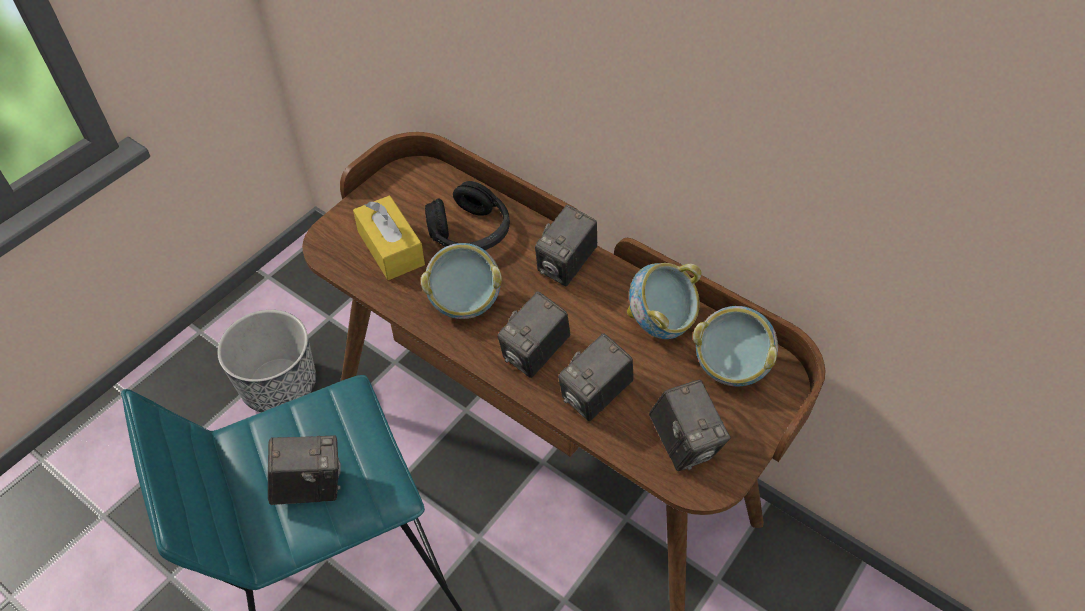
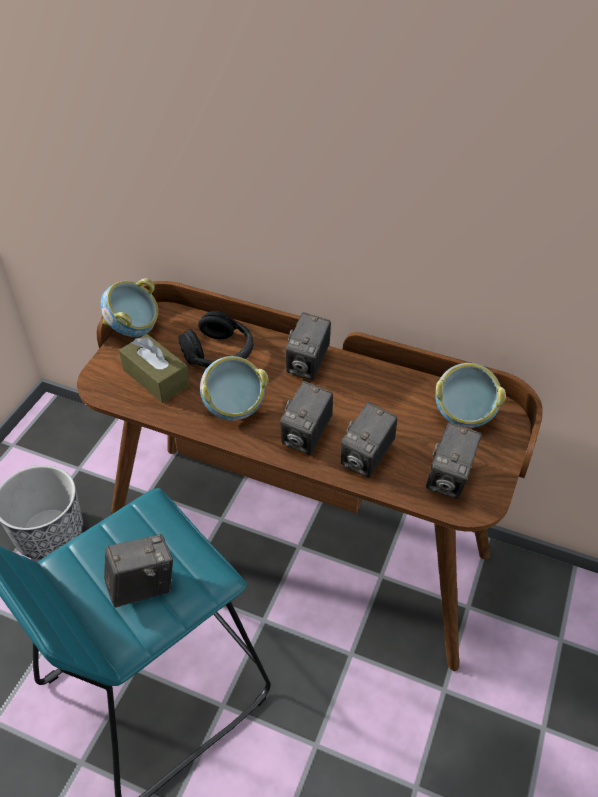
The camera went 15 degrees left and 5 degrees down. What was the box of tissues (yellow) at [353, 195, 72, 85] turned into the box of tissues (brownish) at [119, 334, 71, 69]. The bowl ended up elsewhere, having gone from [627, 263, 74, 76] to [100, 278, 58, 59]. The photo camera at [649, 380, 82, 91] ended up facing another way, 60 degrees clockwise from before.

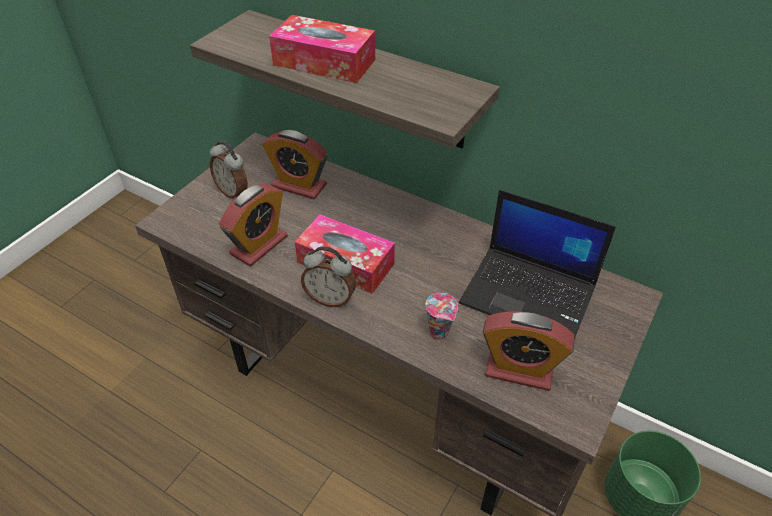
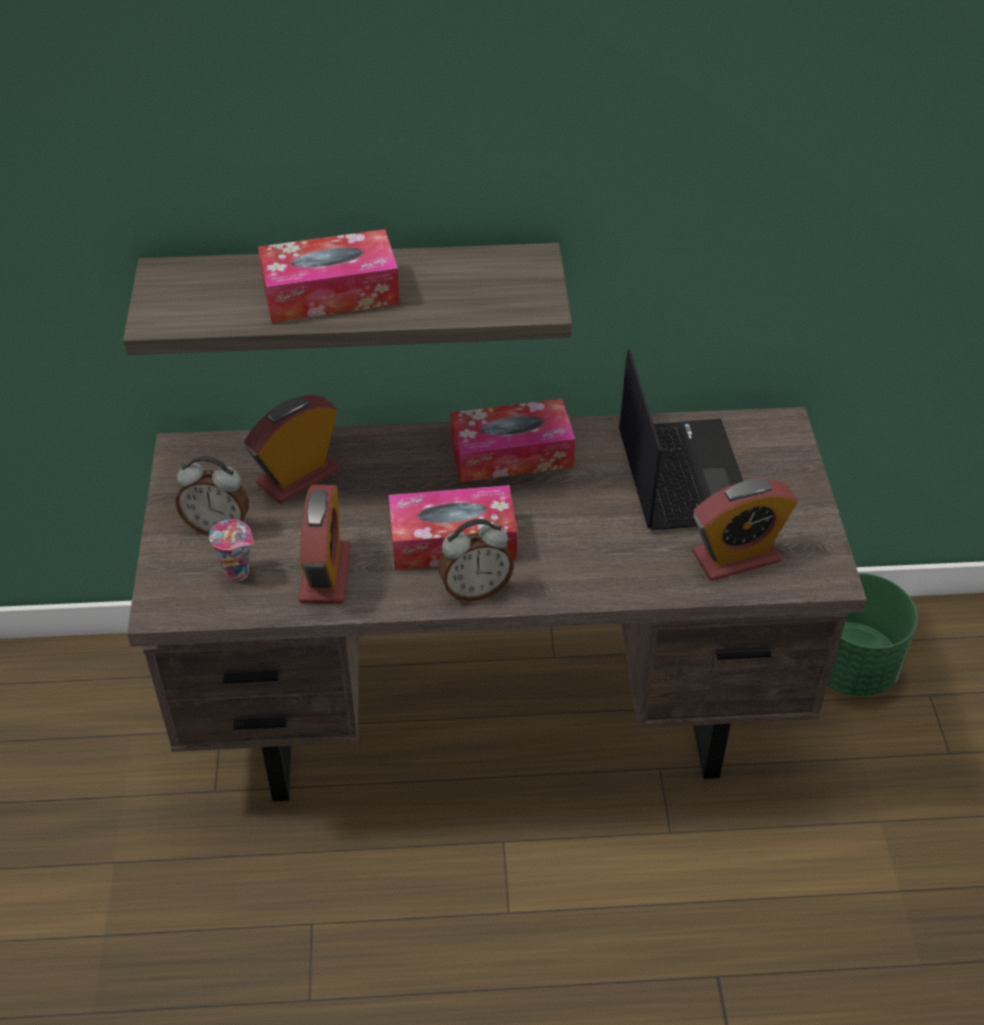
The camera went 35 degrees left and 0 degrees up. The table clock at [262, 130, 66, 69] ended up facing another way, 150 degrees clockwise from before. The laptop at [459, 190, 157, 150] ended up facing another way, 90 degrees counterclockwise from before. The drinking cup ended up elsewhere, having gone from [426, 293, 32, 47] to [209, 519, 45, 63]. The second view gained the box of tissues at [450, 399, 125, 83].

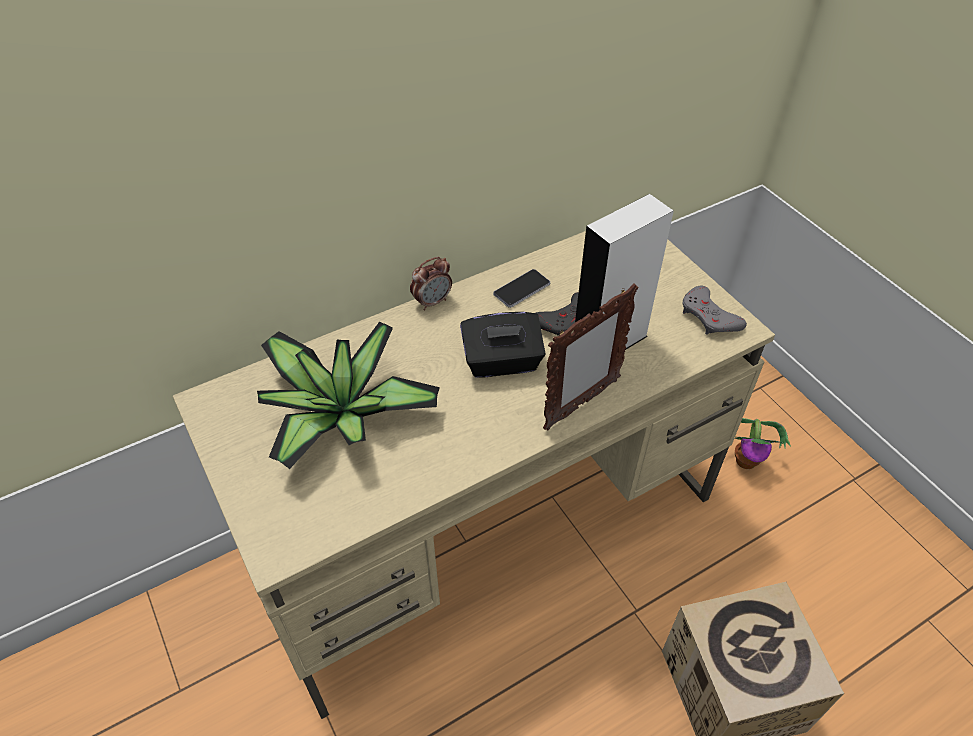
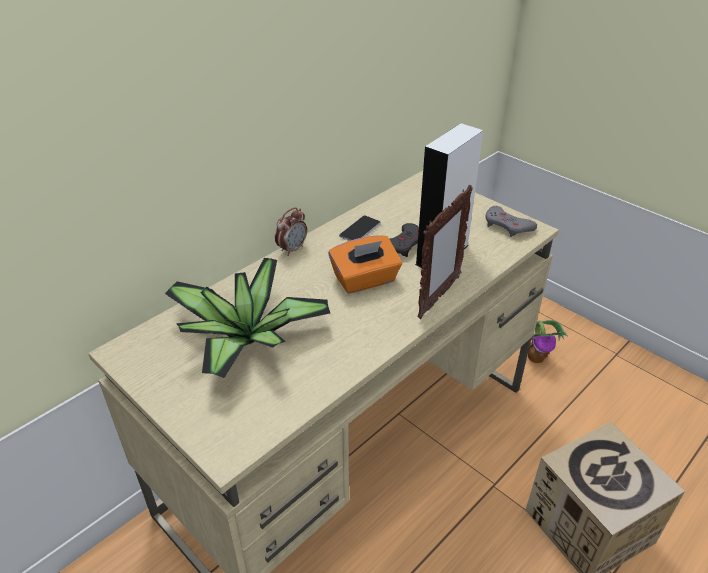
The camera went 15 degrees left and 10 degrees down. What was the box of tissues (blackish) at [460, 312, 86, 66] turned into the box of tissues (orange) at [329, 235, 73, 59].

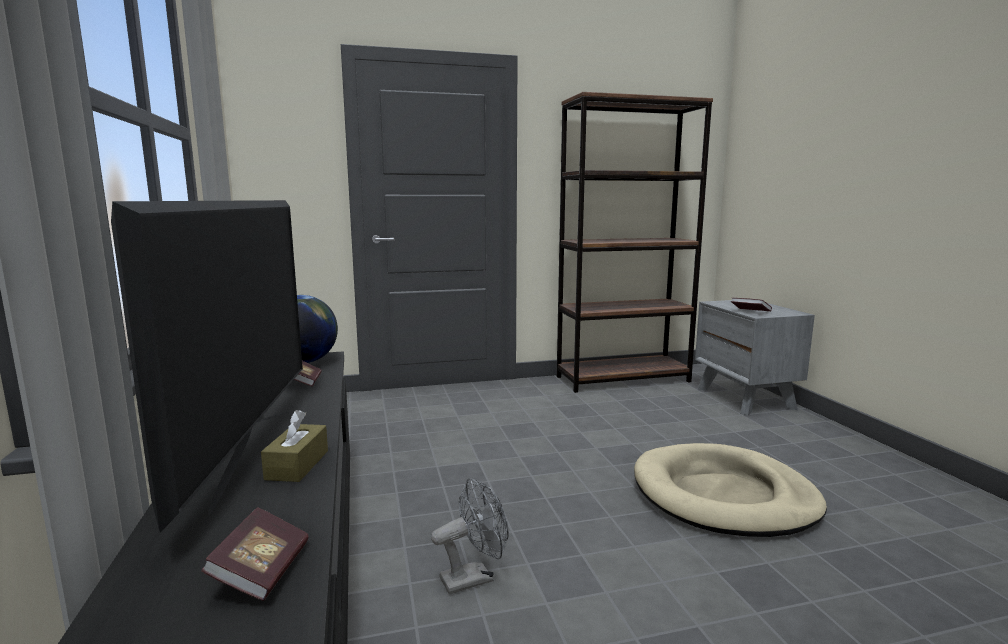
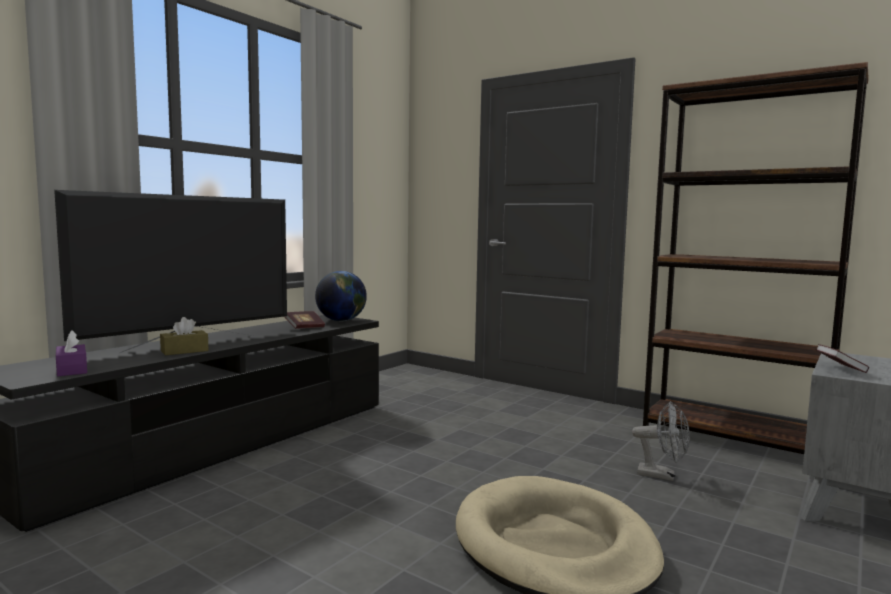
The camera went 50 degrees right and 5 degrees down. The cooling fan (gray) ended up elsewhere, having gone from [431, 478, 78, 116] to [632, 401, 58, 80]. Where the bound book stood at [201, 507, 108, 94], the box of tissues (purple) came to stand at [56, 330, 31, 46].

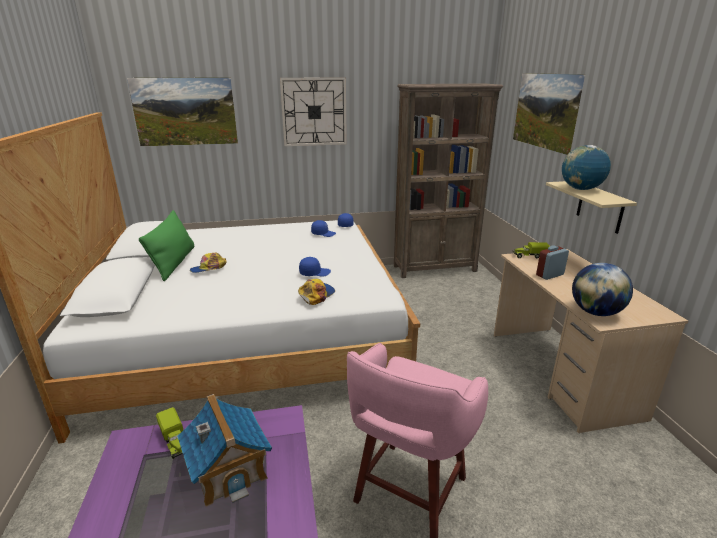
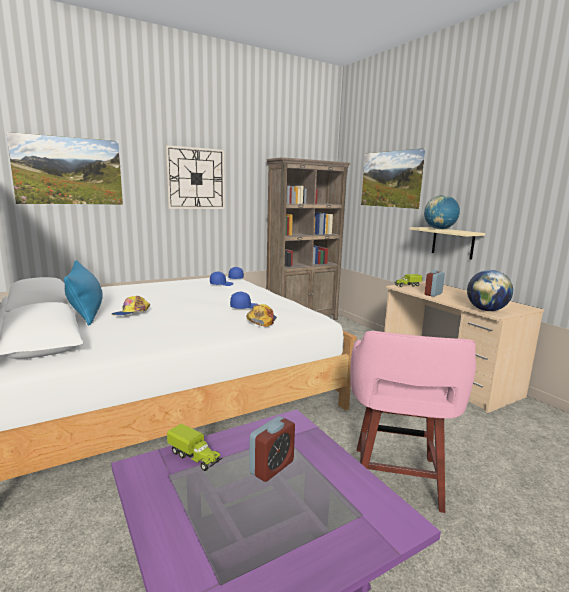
The camera went 20 degrees left and 10 degrees down. What was the throw pillow (green) at [139, 210, 55, 71] turned into the throw pillow (blue-coloured) at [64, 260, 39, 65]. Where the model house stood at [177, 394, 95, 113], the table clock came to stand at [249, 416, 46, 66].

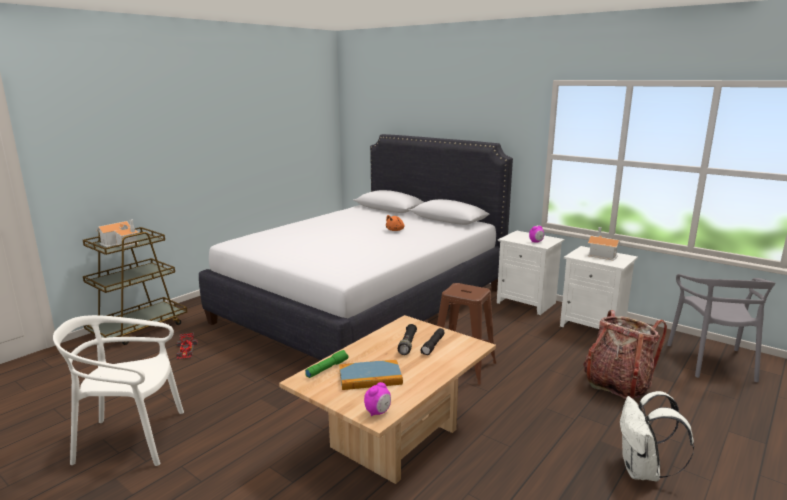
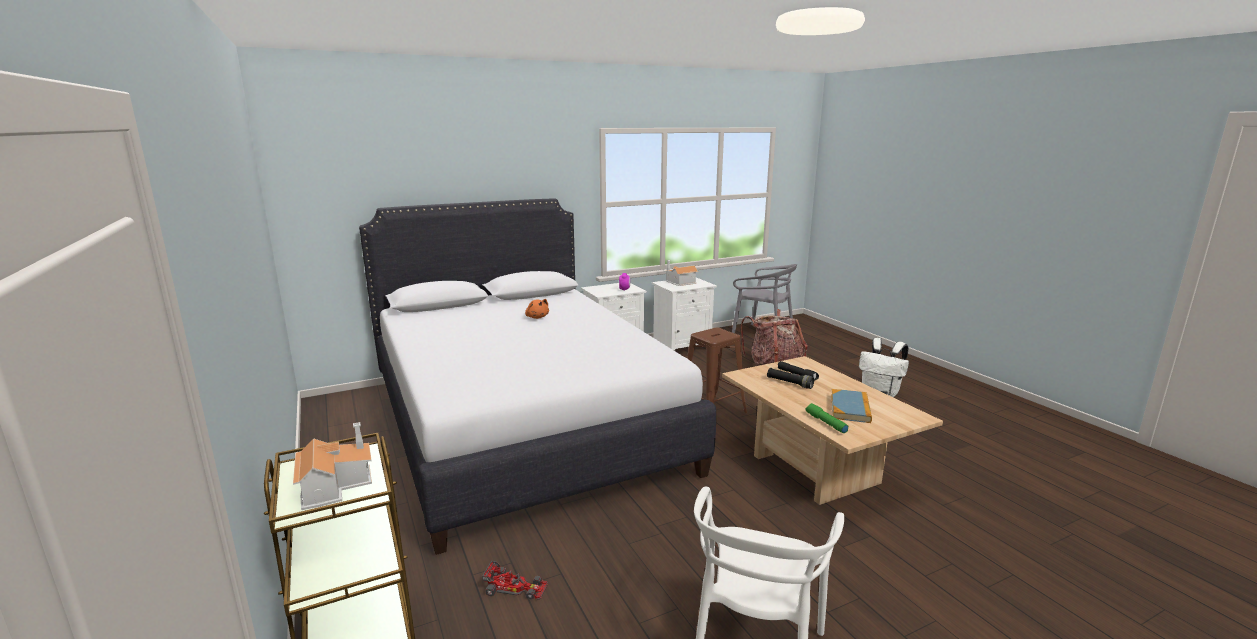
The camera went 65 degrees left and 0 degrees up. The second view lost the table clock at [364, 382, 27, 35].

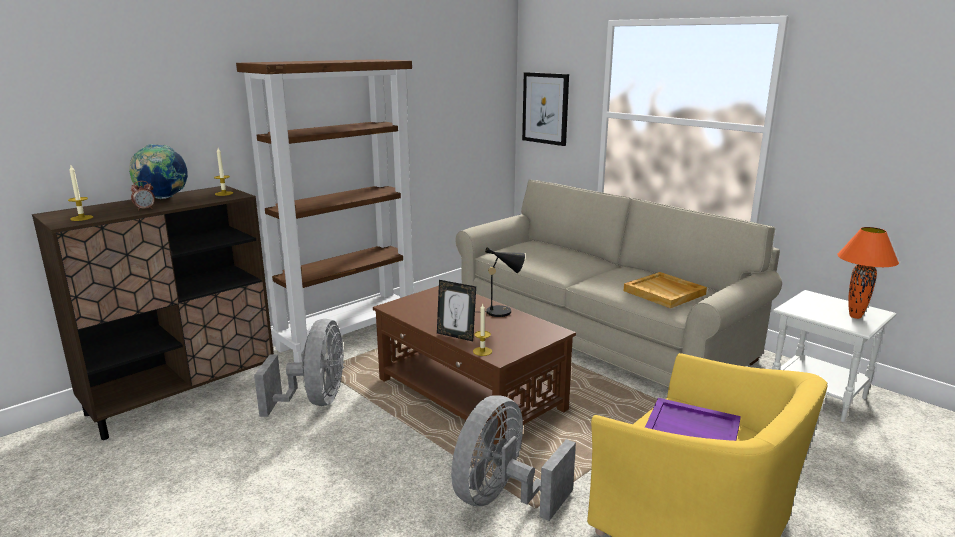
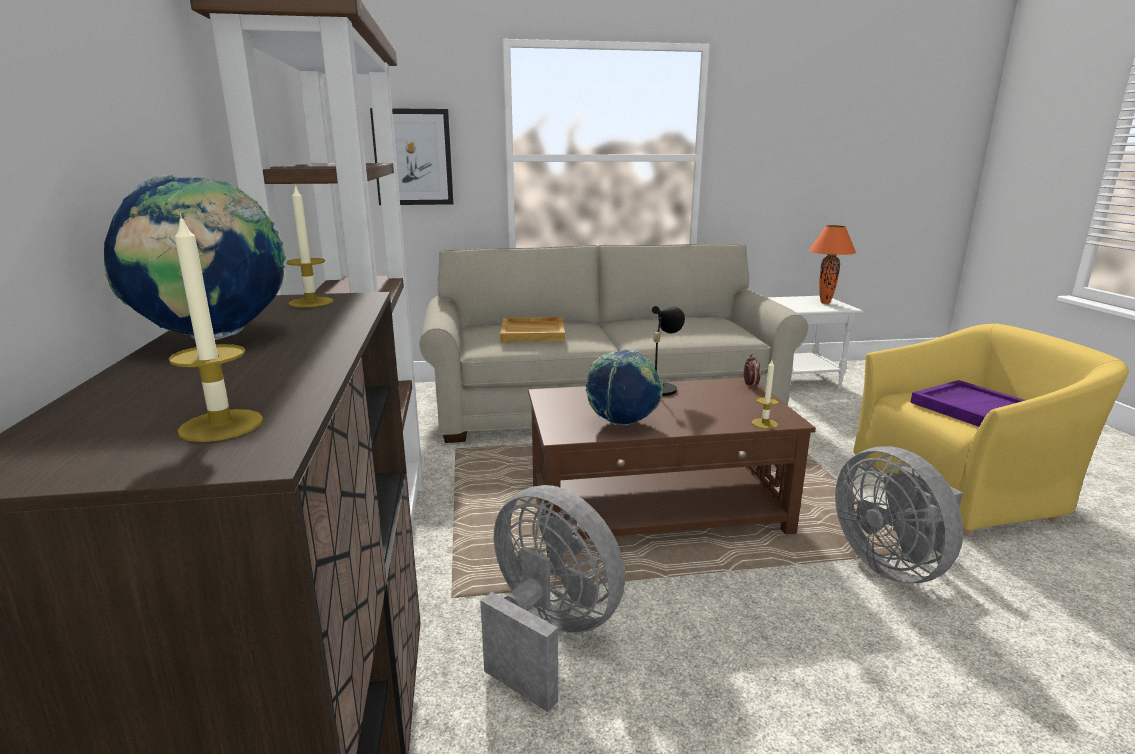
The camera went 55 degrees left and 0 degrees up. The table clock ended up elsewhere, having gone from [131, 181, 24, 30] to [744, 354, 17, 34]. The tray (sand-coloured) ended up elsewhere, having gone from [624, 272, 83, 36] to [500, 317, 65, 25]. The second view lost the picture frame at [437, 280, 39, 61]. The second view gained the world globe at [585, 350, 78, 76].

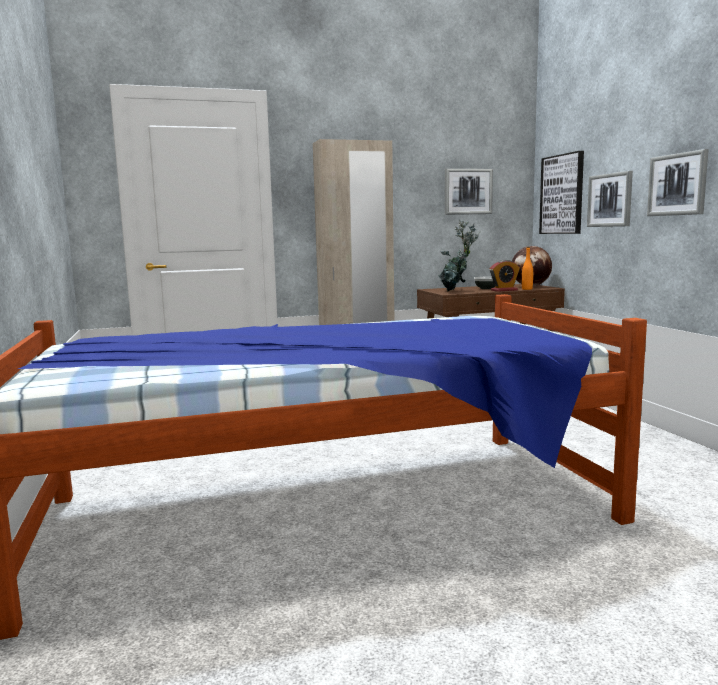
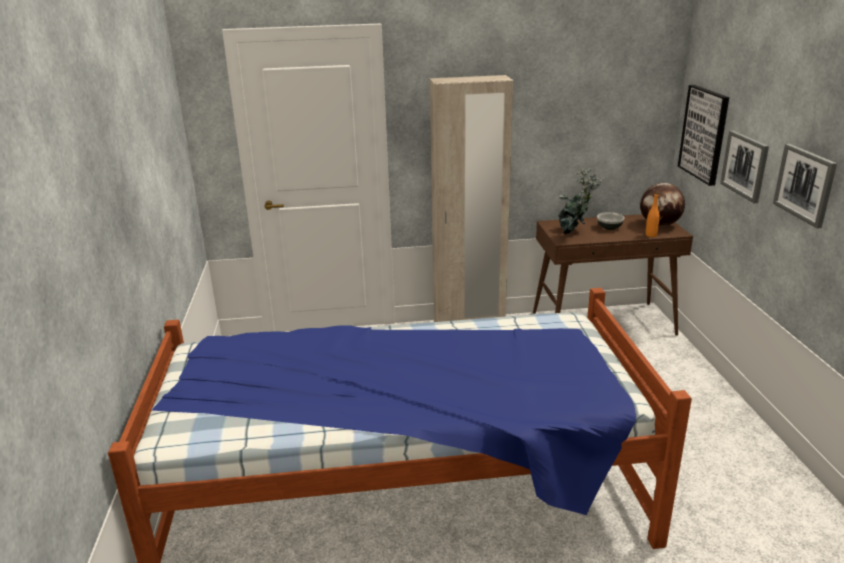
The camera went 10 degrees right and 15 degrees up. The second view lost the wall art at [445, 169, 48, 46]. The second view lost the table clock at [489, 260, 31, 32].

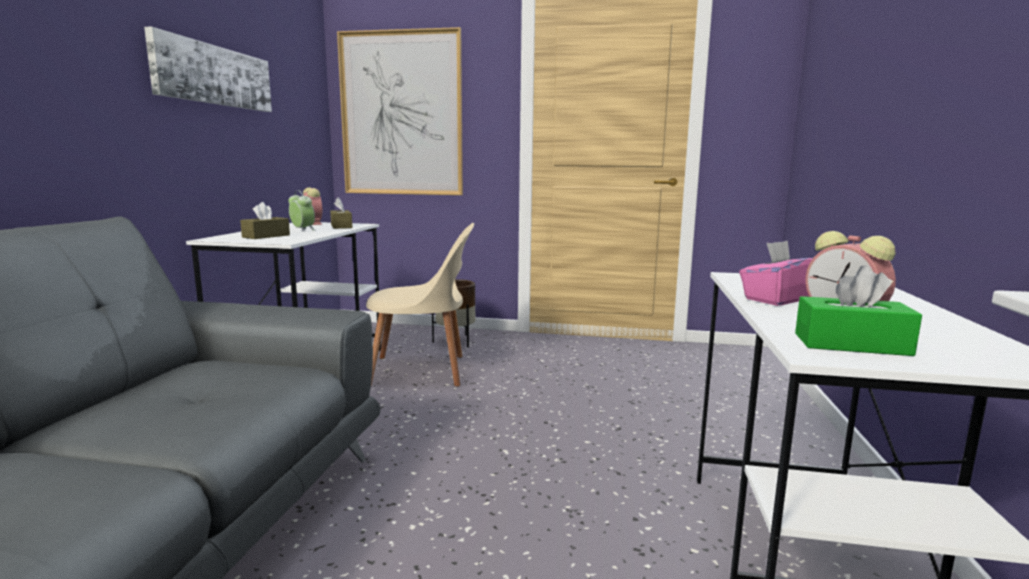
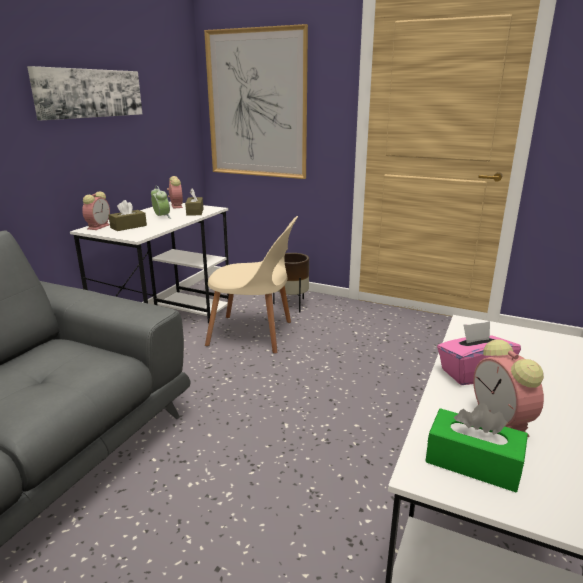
The camera went 15 degrees right and 10 degrees up. The second view gained the table clock at [82, 191, 28, 39].

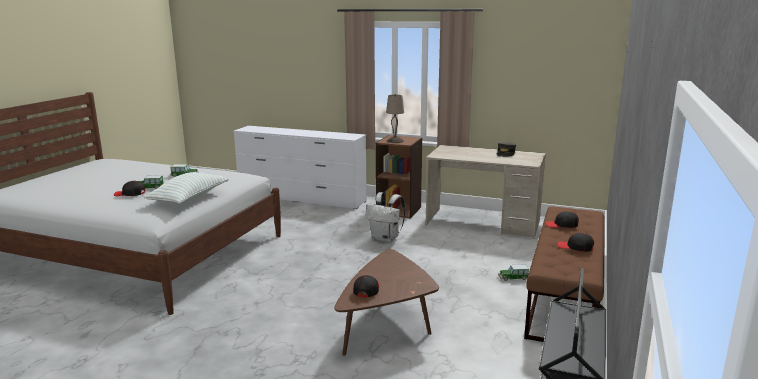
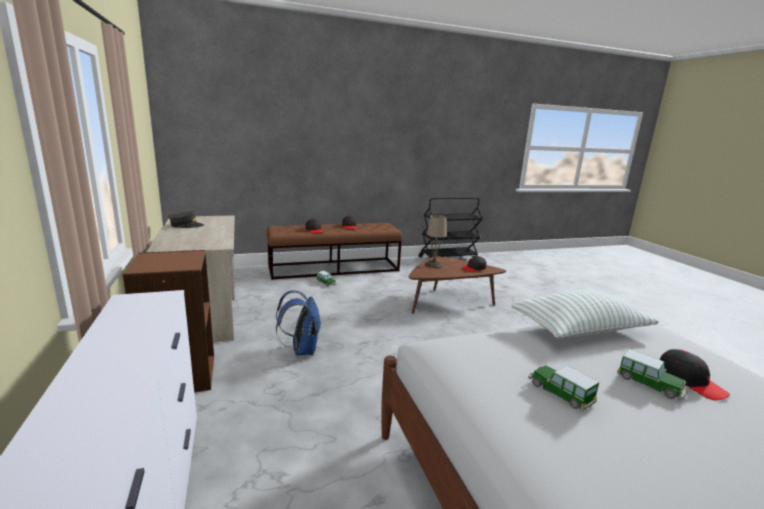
The camera went 130 degrees left and 0 degrees up. The table lamp (sand-coloured) ended up elsewhere, having gone from [386, 94, 18, 49] to [424, 215, 23, 54]. What was the rucksack (white) at [366, 192, 39, 50] turned into the rucksack (blue-coloured) at [276, 290, 45, 66].

